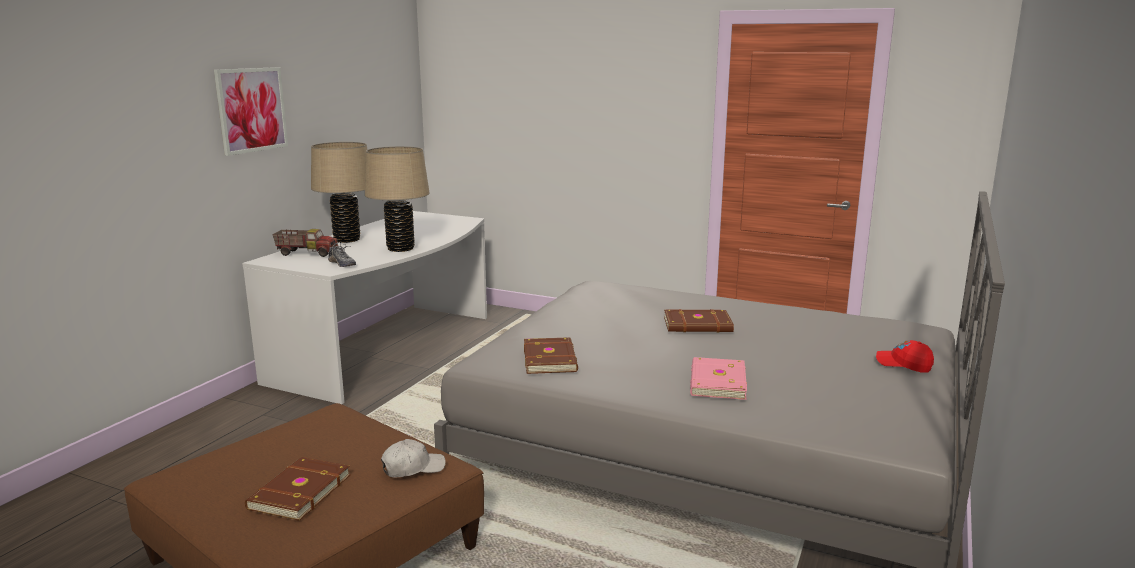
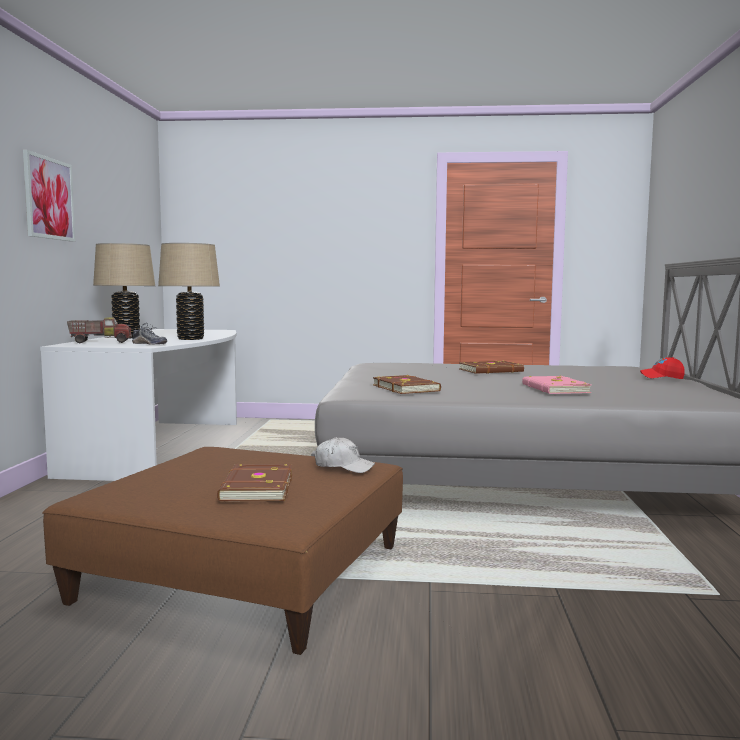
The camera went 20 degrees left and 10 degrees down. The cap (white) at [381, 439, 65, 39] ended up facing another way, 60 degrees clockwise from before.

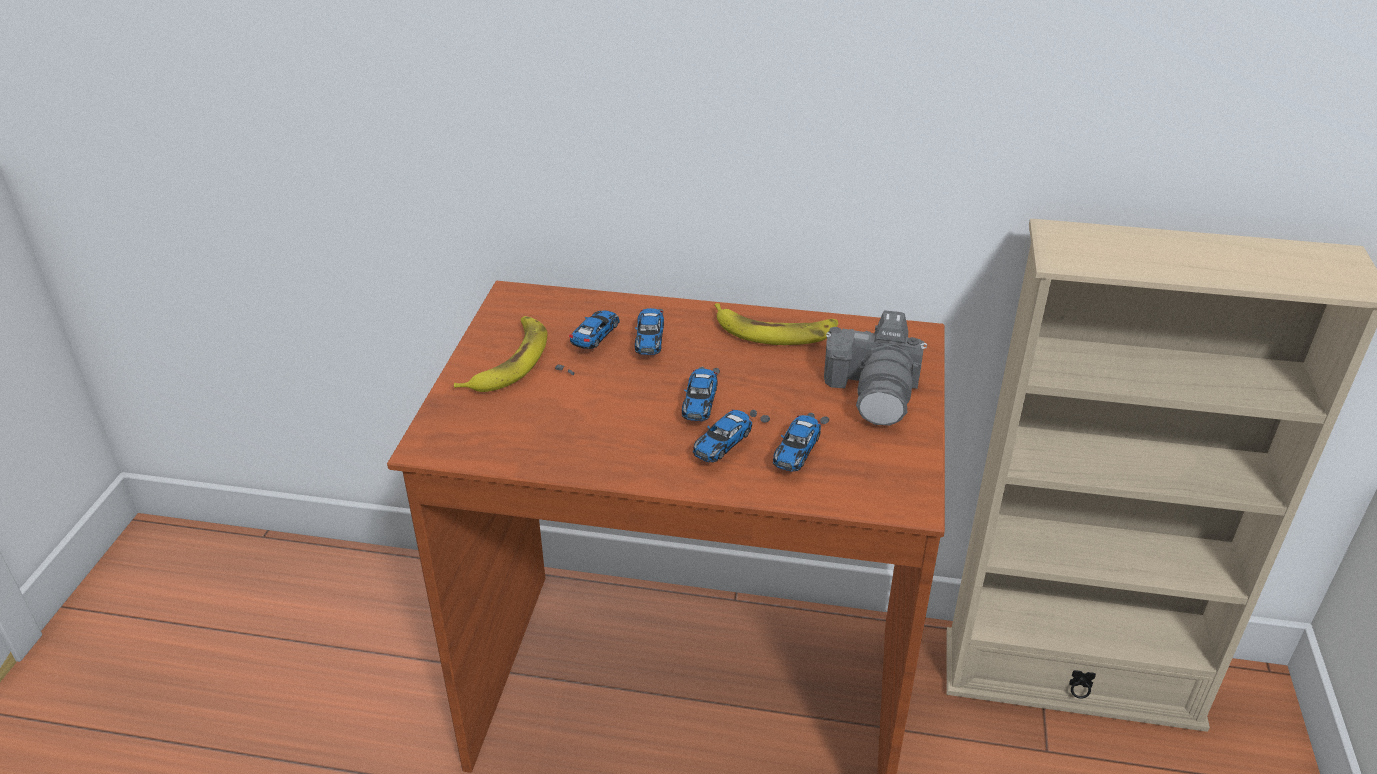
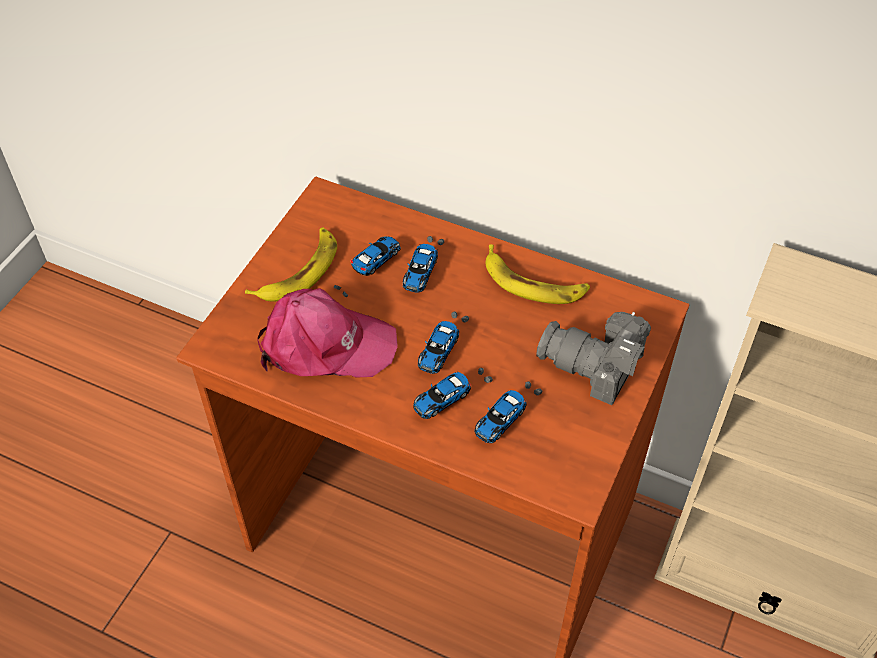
The camera went 15 degrees right and 15 degrees up. The photo camera at [824, 310, 103, 115] ended up facing another way, 90 degrees clockwise from before. The second view gained the cap (pinkish) at [257, 288, 141, 90].

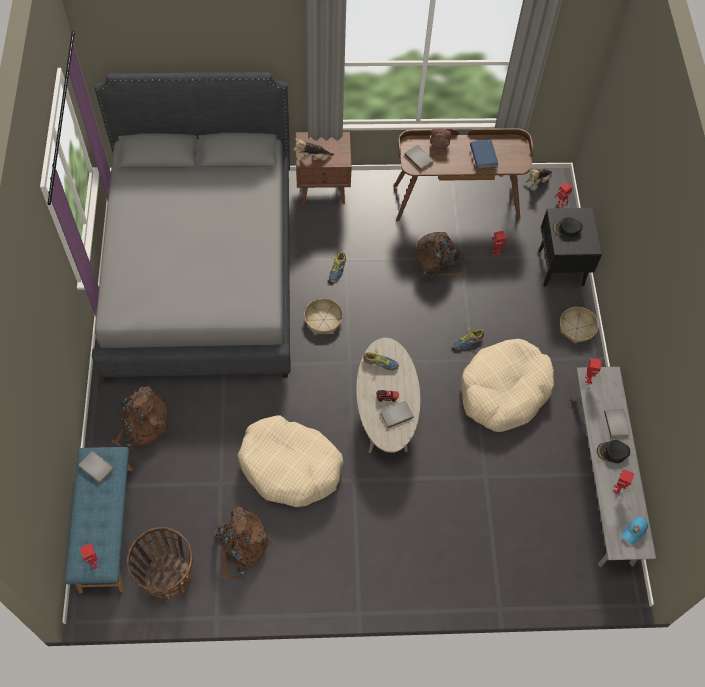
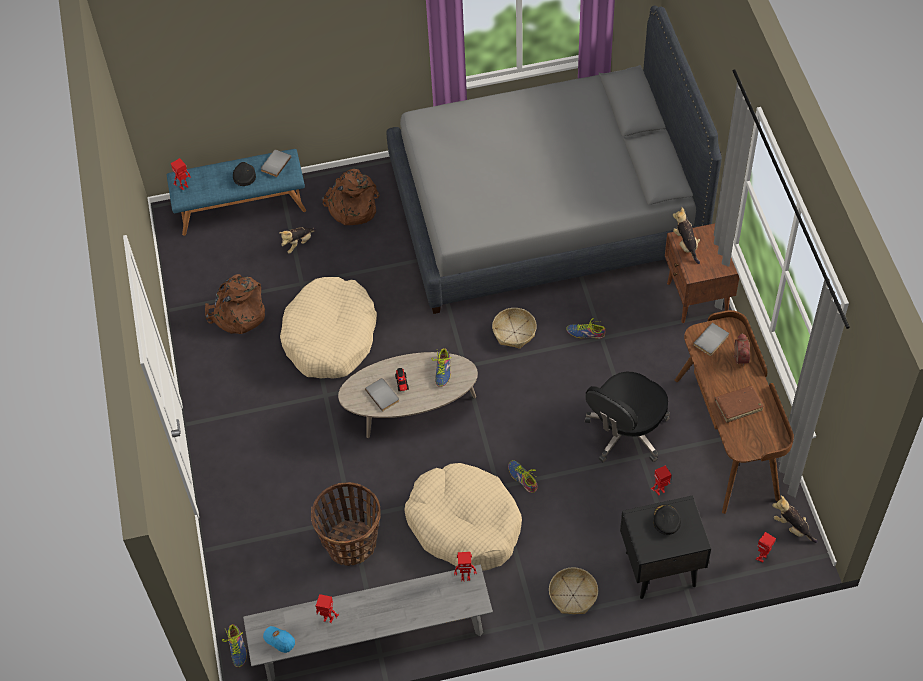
The camera went 85 degrees right and 5 degrees down. What was the bound book (blue-coloured) at [470, 139, 28, 30] turned into the bound book (brownish) at [715, 386, 49, 37]. Where the rucksack (brownish) stood at [416, 232, 50, 47], the desk chair (blackish) came to stand at [585, 372, 85, 90]. The second view lost the bound book (gray) at [604, 409, 26, 29]. The cap (blackish) ended up elsewhere, having gone from [597, 440, 33, 23] to [233, 162, 23, 24]. The household basket ended up elsewhere, having gone from [127, 527, 66, 73] to [311, 482, 70, 84]. The second view gained the soft toy at [279, 227, 37, 27]. The second view gained the item of footwear at [222, 624, 25, 43].

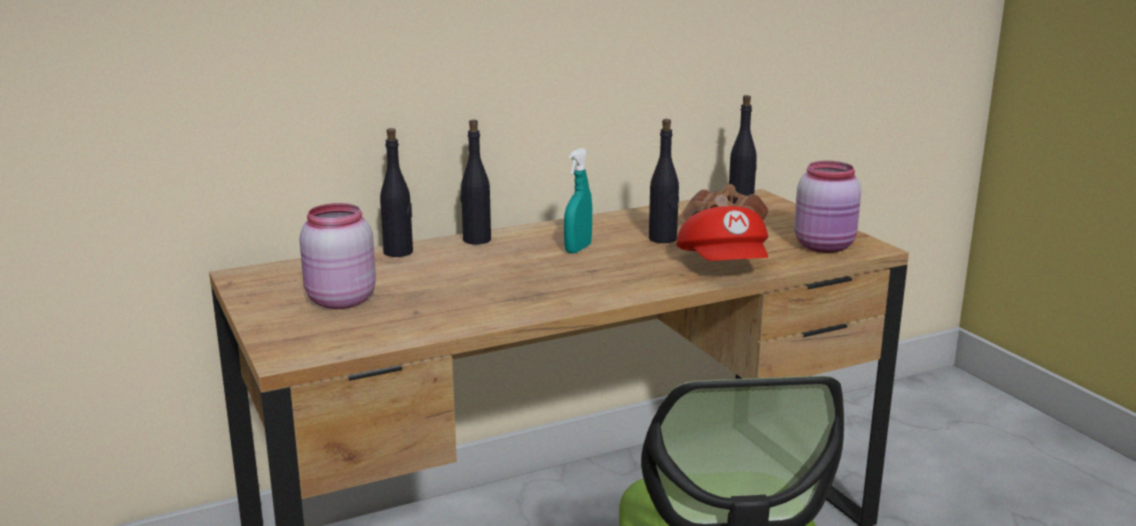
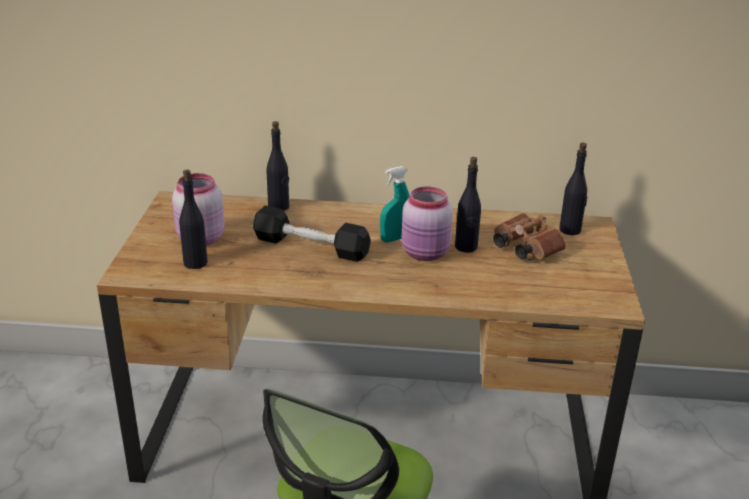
The camera went 30 degrees right and 10 degrees up. The beverage bottle (blackish) ended up elsewhere, having gone from [460, 120, 31, 125] to [179, 170, 29, 99]. The jar (pinkish) ended up elsewhere, having gone from [794, 161, 67, 92] to [401, 186, 52, 75]. The second view lost the cap (reddish) at [676, 206, 92, 55]. The second view gained the hand weight (blackish) at [253, 206, 118, 56].

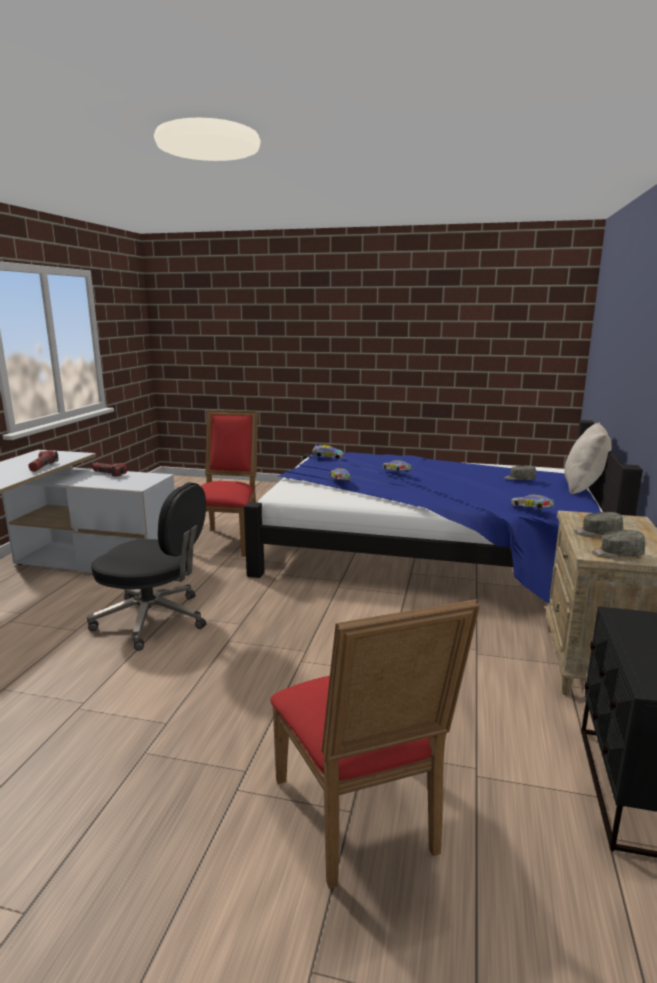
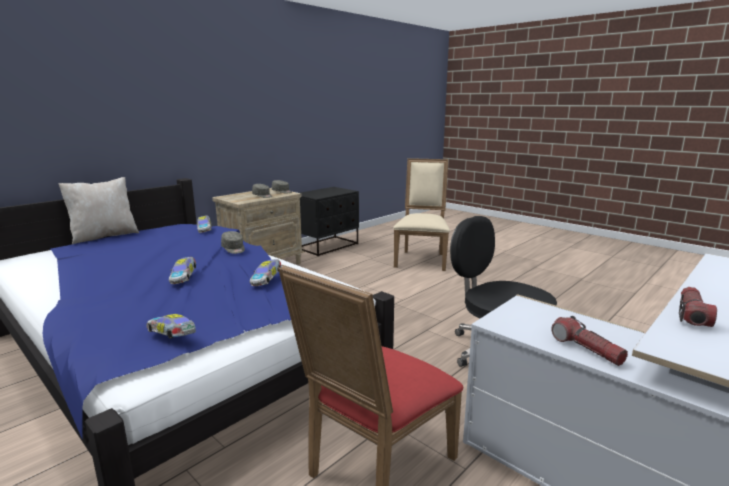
The camera went 150 degrees left and 0 degrees up. The cap (gray) ended up elsewhere, having gone from [504, 466, 32, 14] to [221, 231, 24, 23]. What was the upright chair (reddish) at [270, 599, 210, 290] turned into the upright chair (sand-coloured) at [393, 158, 57, 113].

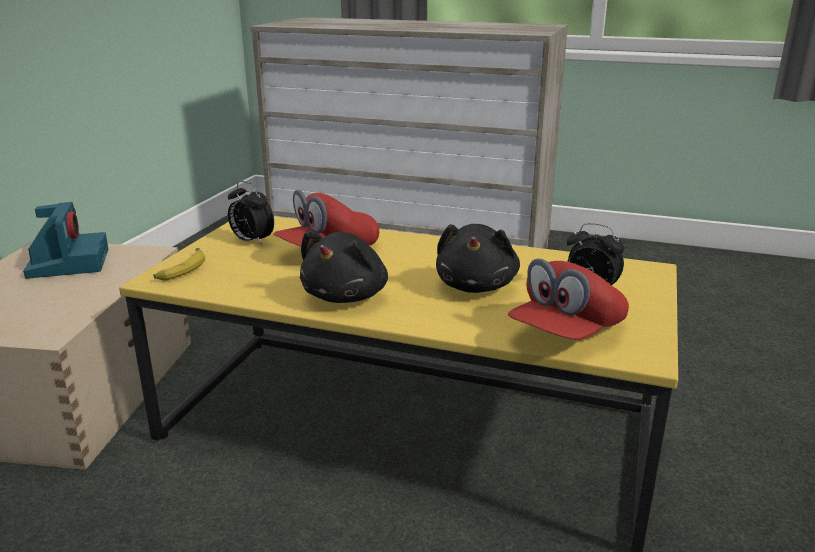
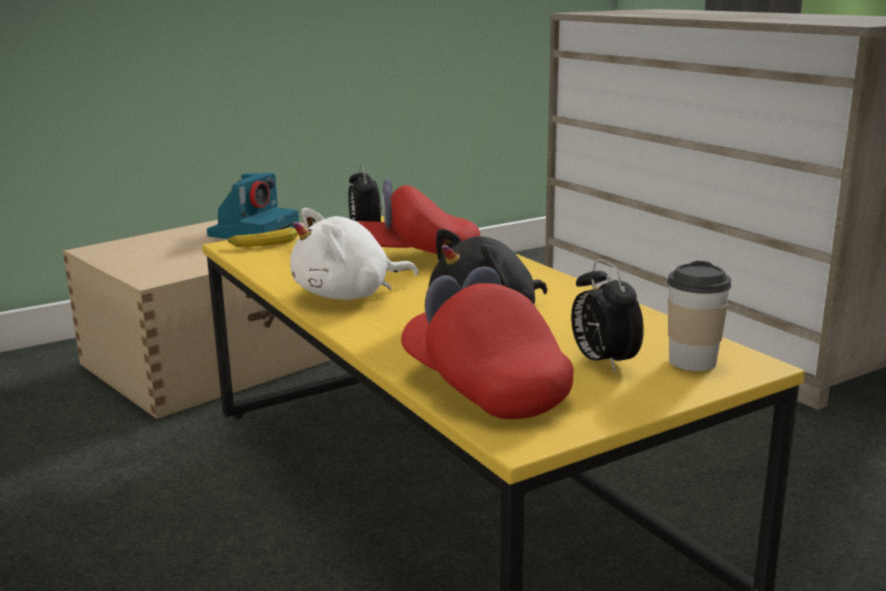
The camera went 40 degrees right and 5 degrees down. What was the soft toy (blackish) at [300, 231, 88, 72] turned into the soft toy (white) at [290, 208, 128, 92]. The cap (reddish) at [508, 258, 121, 82] ended up facing another way, 60 degrees clockwise from before. The second view gained the drinking cup at [667, 261, 64, 110].

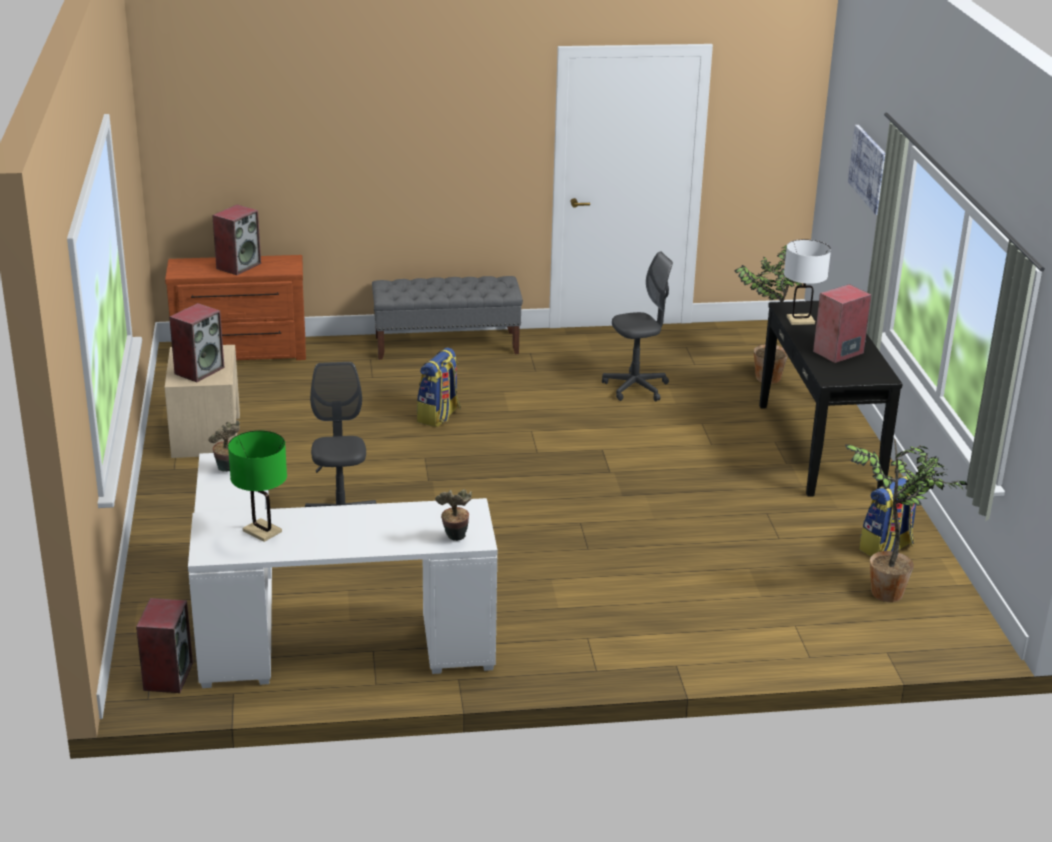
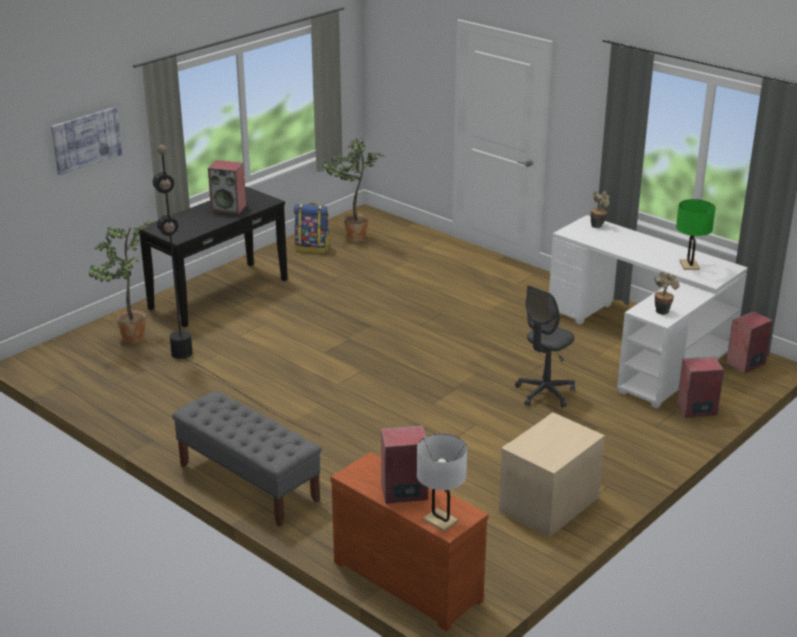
The camera went 130 degrees left and 0 degrees up. The table lamp (white) ended up elsewhere, having gone from [784, 239, 47, 86] to [417, 434, 50, 98]. Where the desk chair (gray) stood at [602, 251, 71, 150], the floor lamp (blackish) came to stand at [153, 145, 166, 290]. The loudspeaker ended up elsewhere, having gone from [169, 303, 56, 79] to [677, 357, 47, 61]. The second view lost the rucksack at [417, 347, 44, 80].

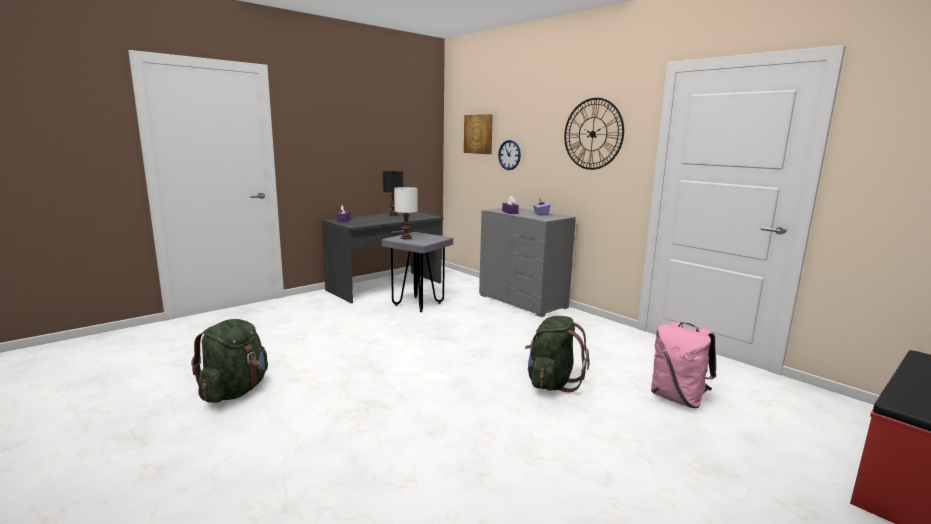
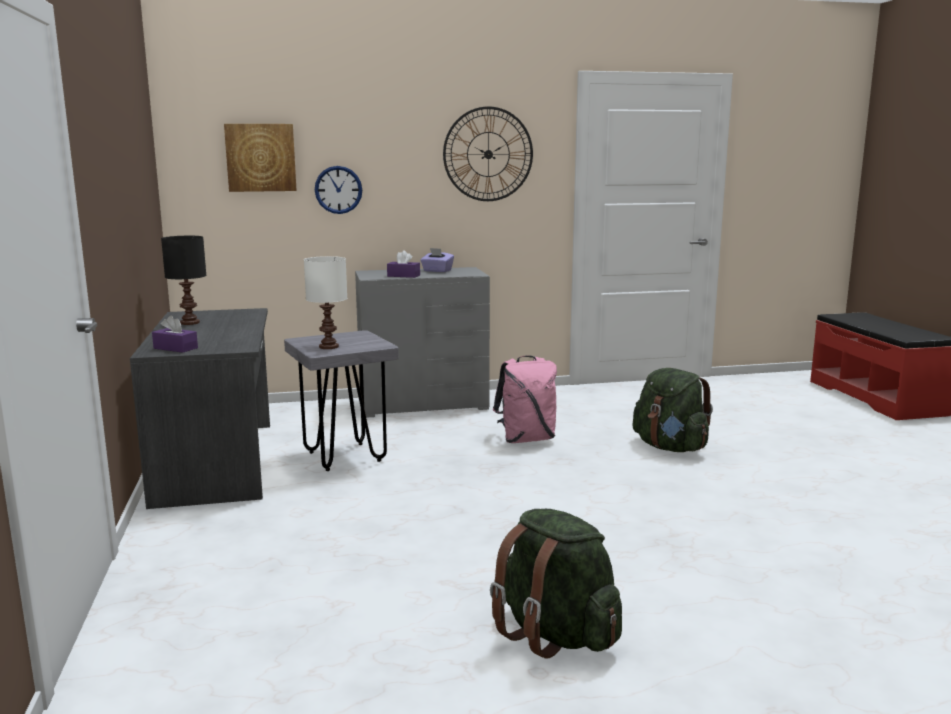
The camera went 60 degrees left and 0 degrees up. The rucksack (pinkish) ended up elsewhere, having gone from [651, 322, 65, 86] to [493, 355, 64, 88].

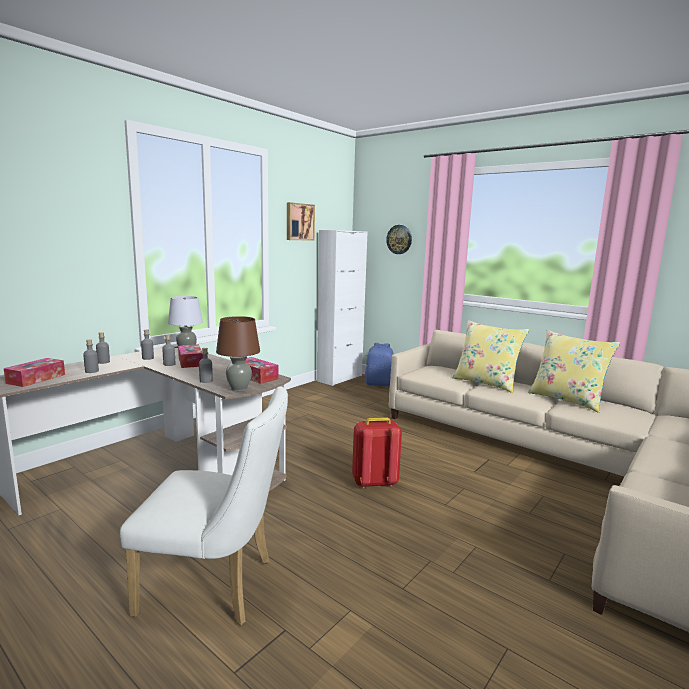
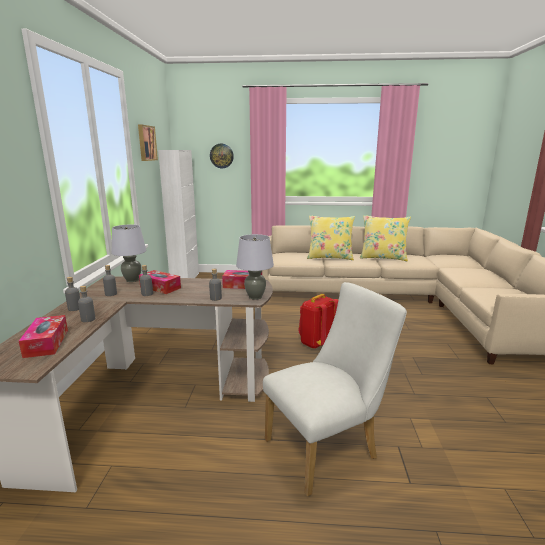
The camera went 35 degrees left and 5 degrees up. What was the table lamp (brownish) at [216, 316, 44, 75] turned into the table lamp (gray) at [236, 234, 38, 66]. The second view lost the rucksack (blue-coloured) at [365, 343, 29, 43].

